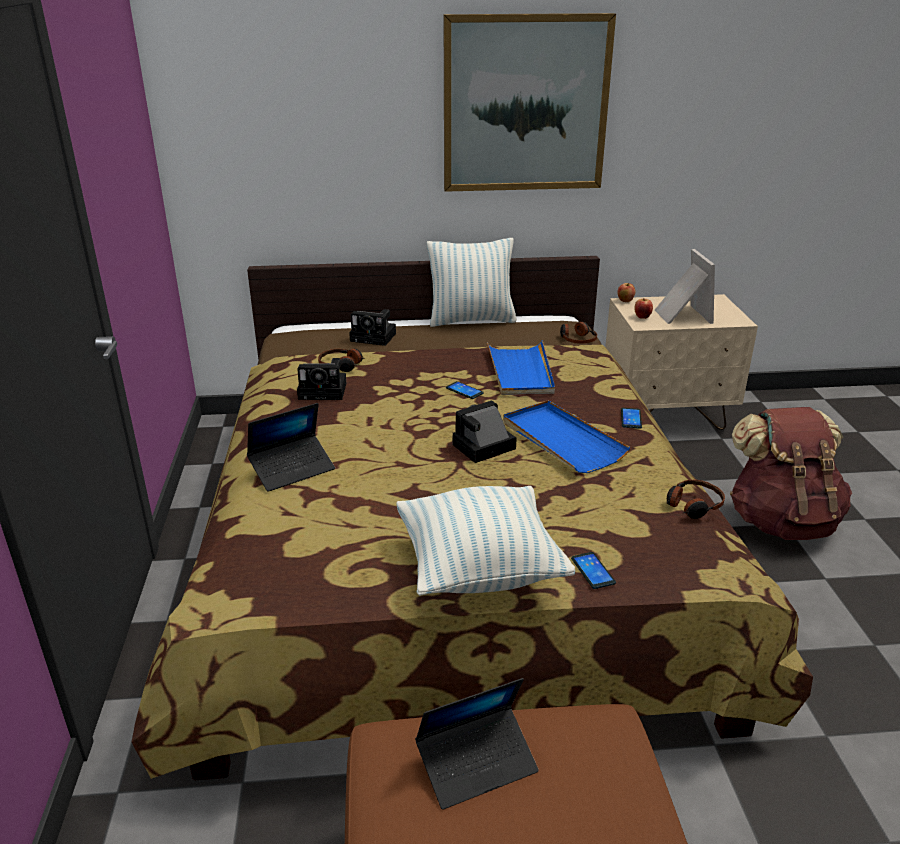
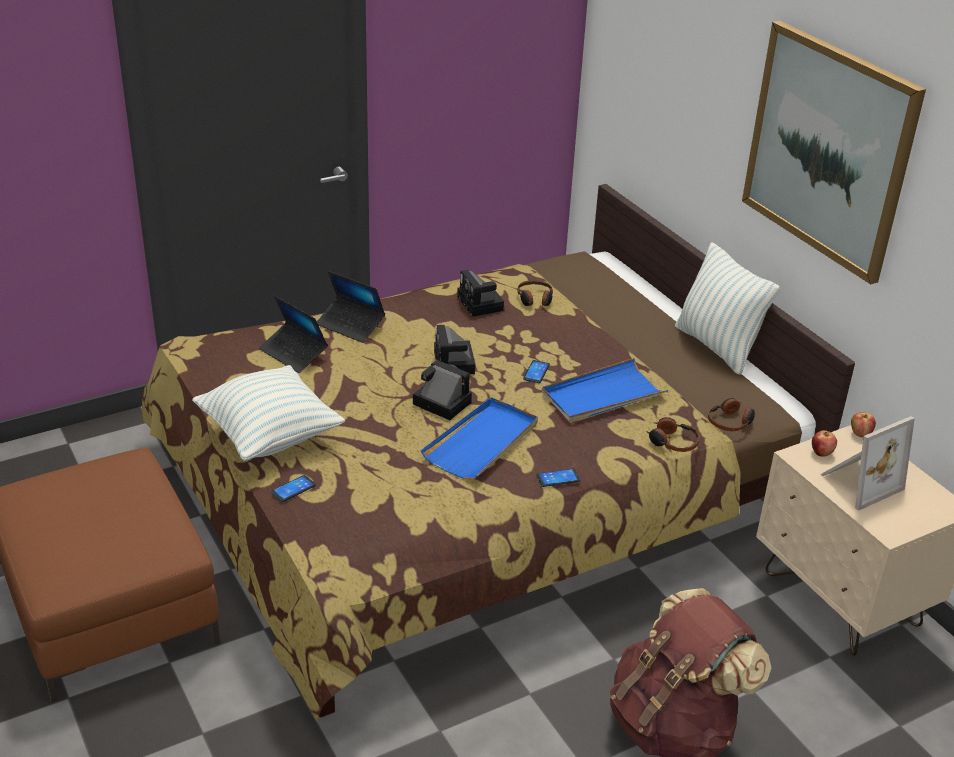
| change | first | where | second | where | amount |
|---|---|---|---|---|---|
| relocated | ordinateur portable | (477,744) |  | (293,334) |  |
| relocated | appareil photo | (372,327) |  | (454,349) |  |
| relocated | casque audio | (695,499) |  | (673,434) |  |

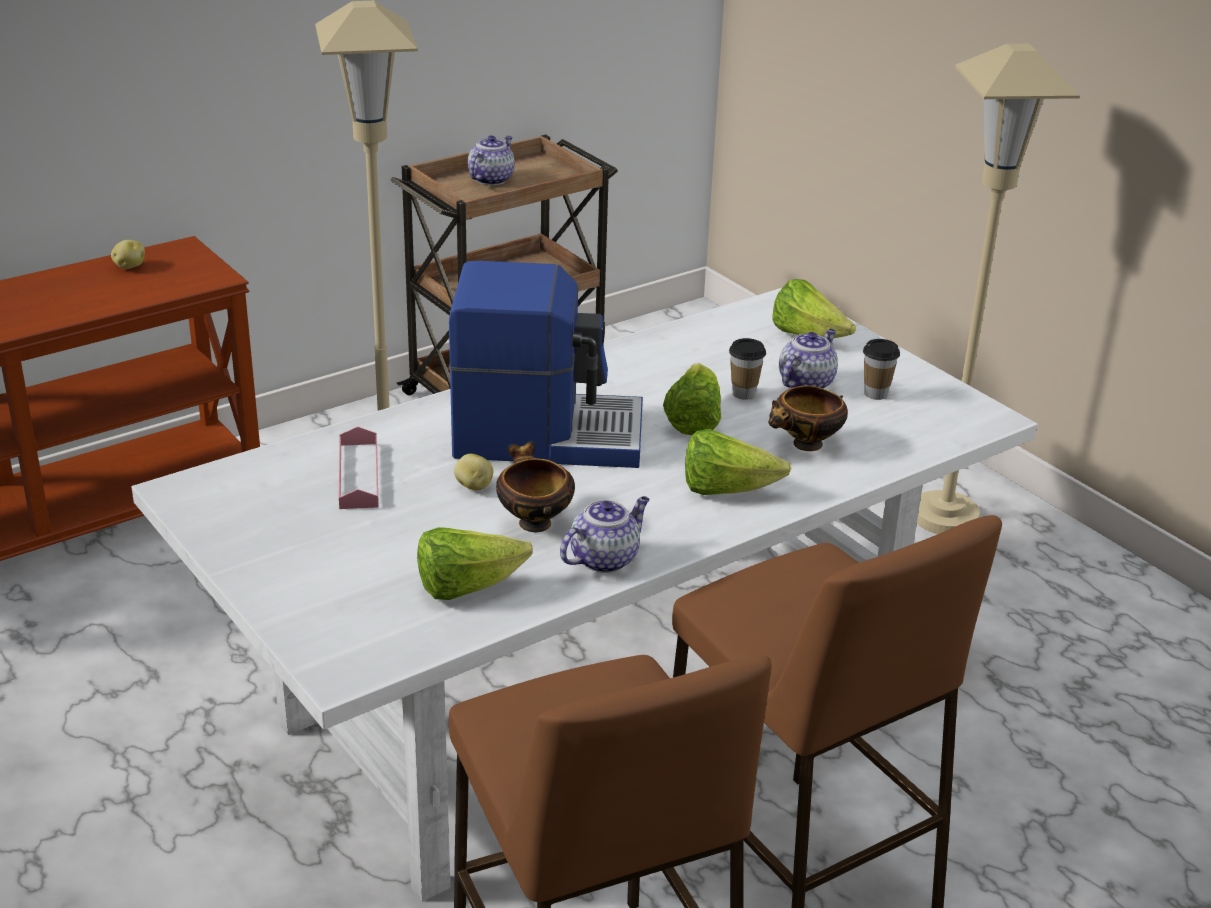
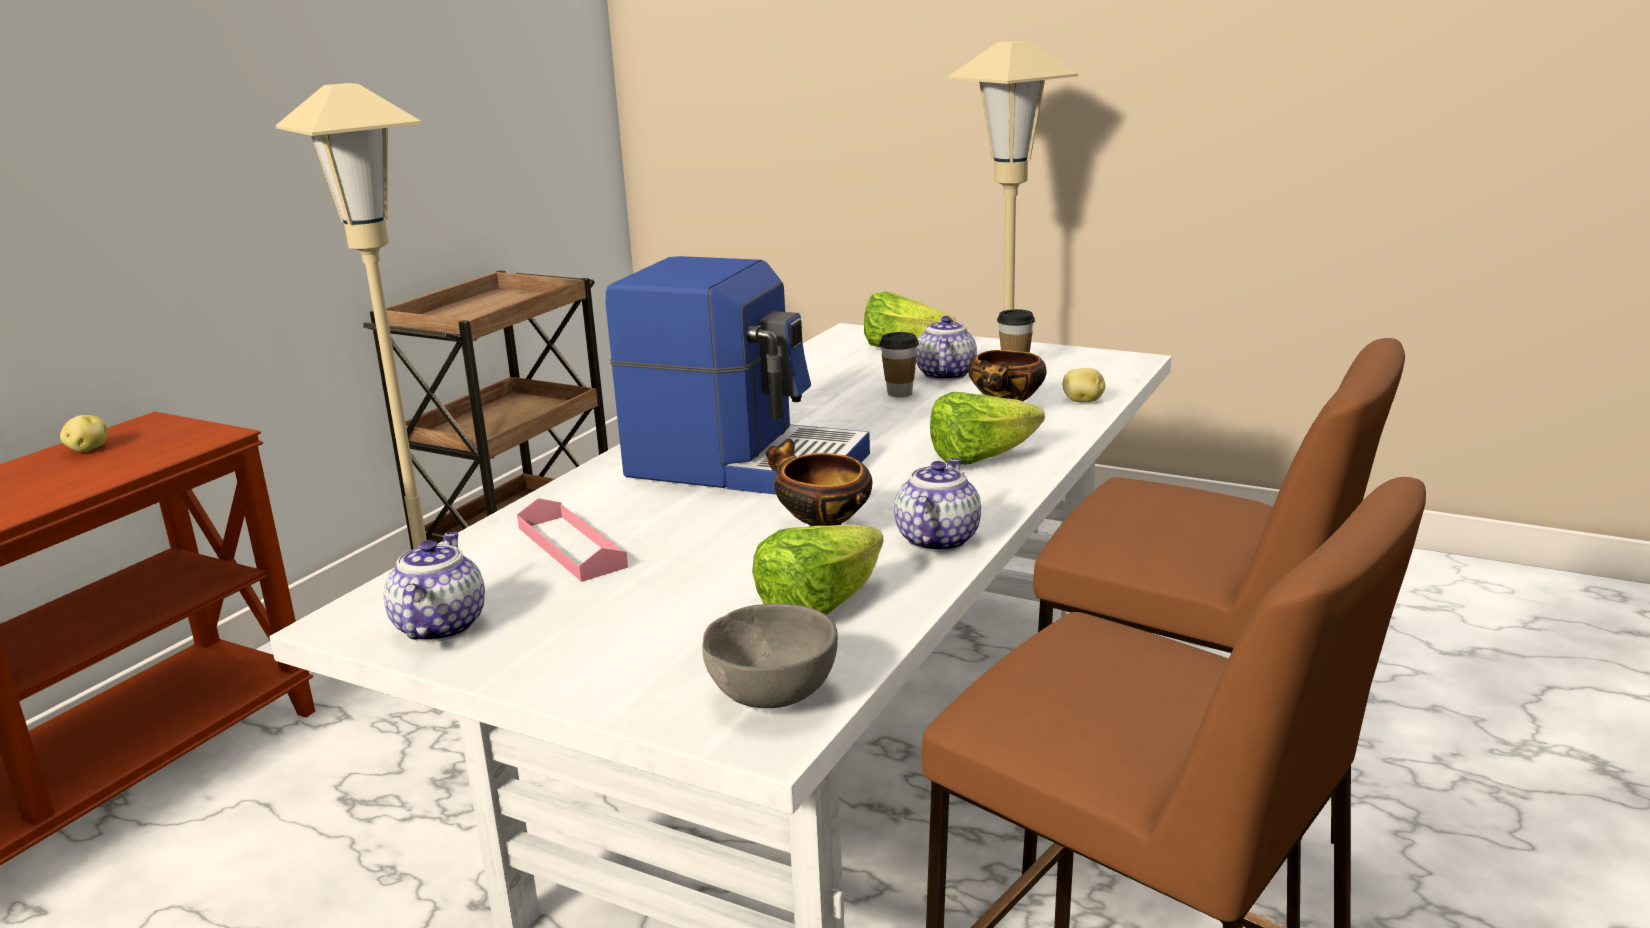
| change | first | where | second | where | amount |
|---|---|---|---|---|---|
| relocated | théière | (491,160) |  | (434,587) |  |
| spun | machine à café | (546,364) |  | (738,375) | 45 degrees clockwise |
| appeared |  |  | bol [gris] | (770,656) |  |
| relocated | pomme de terre | (473,472) |  | (1084,385) |  |
| missing | laitue | (692,399) |  |  |  |

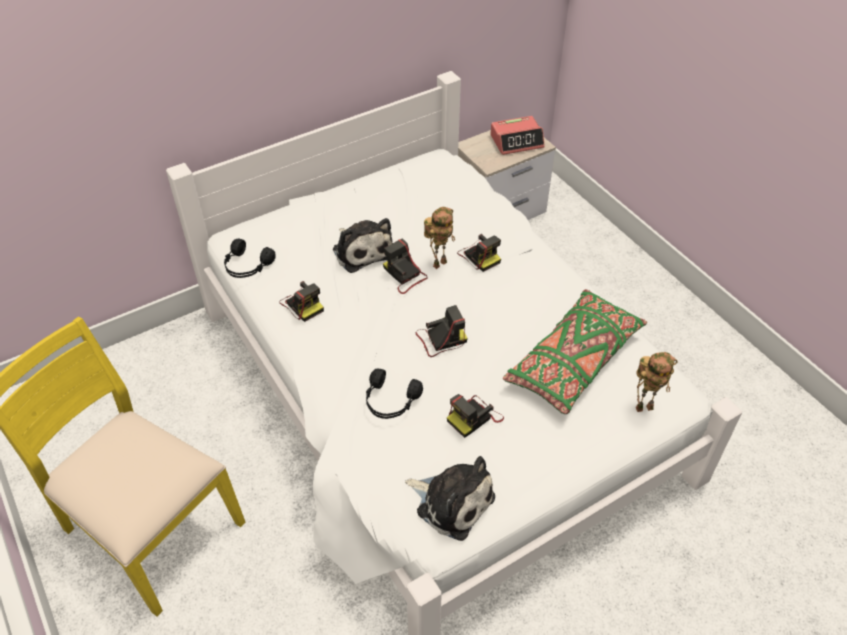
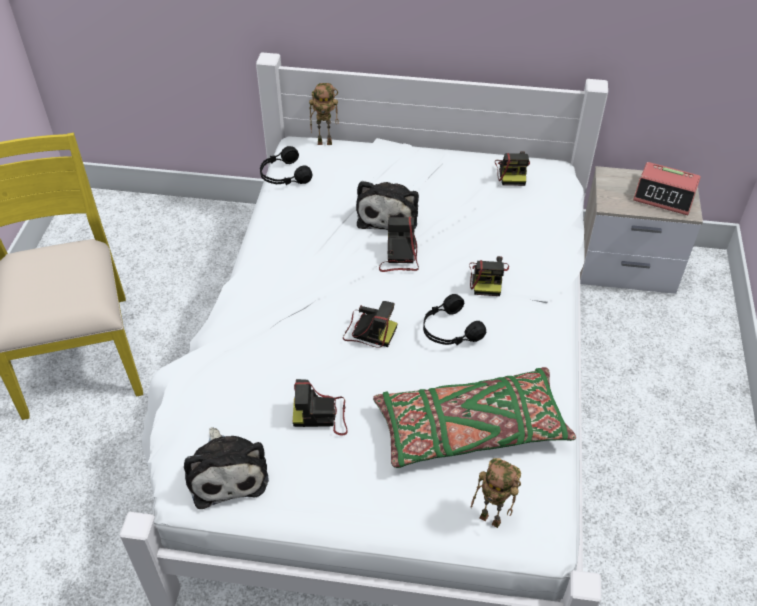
| change | first | where | second | where | amount |
|---|---|---|---|---|---|
| relocated | robot jouet | (439,238) |  | (323,114) |  |
| relocated | casque audio [noir] | (394,393) |  | (454,319) |  |
| relocated | appareil photo | (302,301) |  | (512,168) |  |

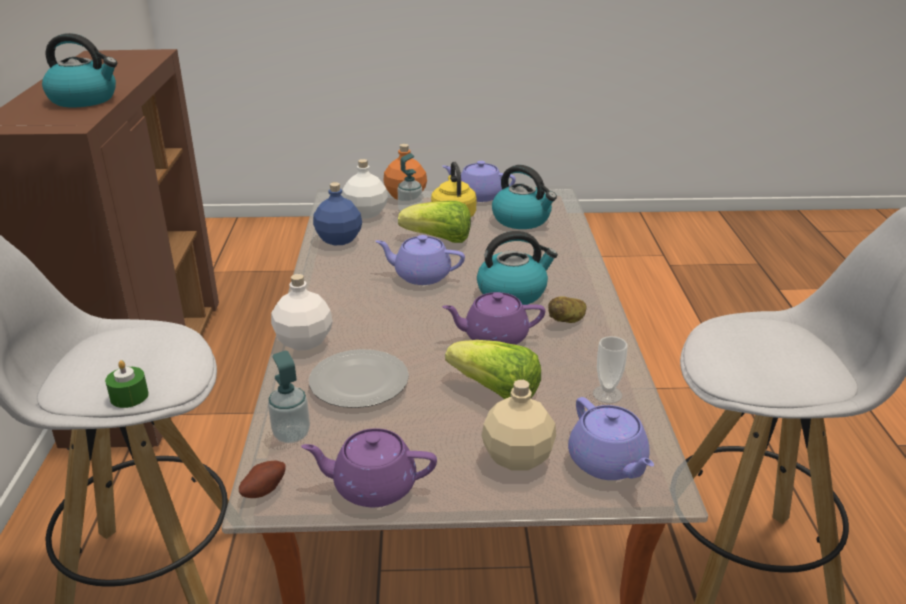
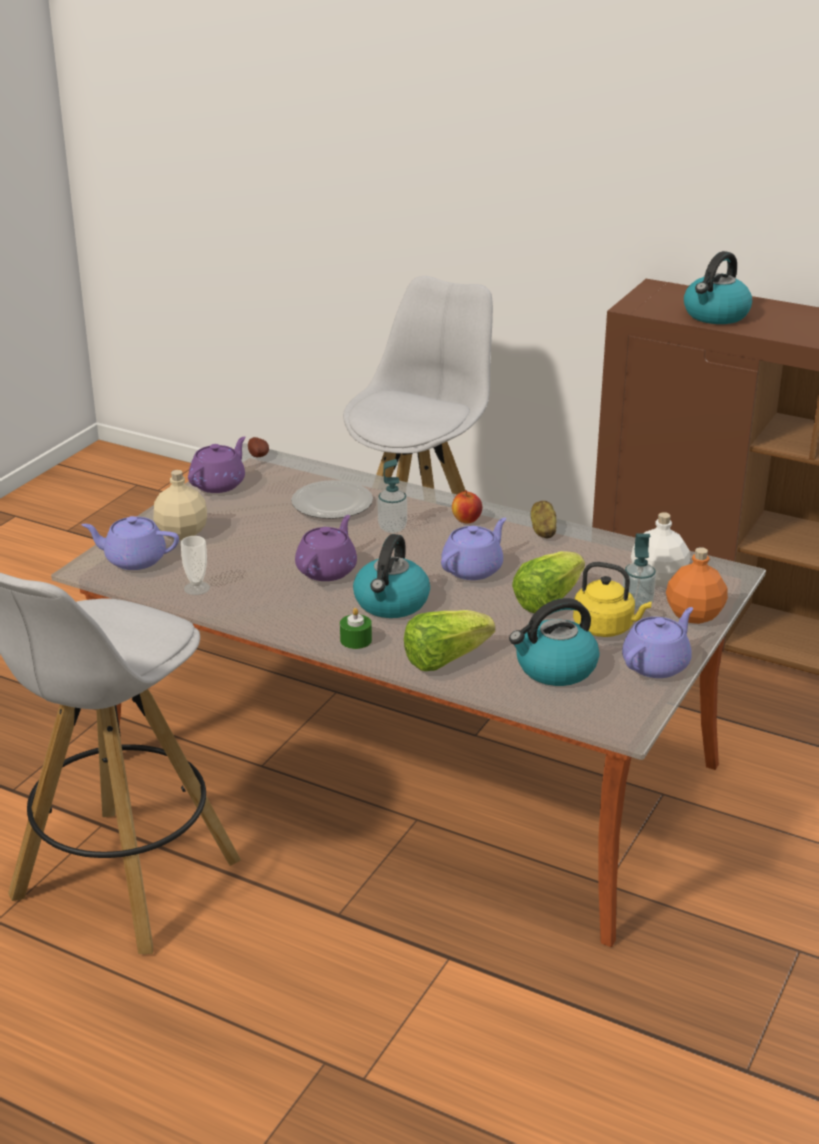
| change | first | where | second | where | amount |
|---|---|---|---|---|---|
| relocated | bougie [vert] | (127,384) |  | (356,628) |  |
| relocated | distributeur de savon | (289,397) |  | (392,496) |  |
| relocated | laitue | (493,369) |  | (449,640) |  |
| appeared |  |  | pomme | (467,507) |  |
| relocated | pomme de terre | (567,309) |  | (543,520) |  |
| missing | bouteille [blanc] | (302,312) |  |  |  |
| missing | bouteille [bleu] | (337,213) |  |  |  |

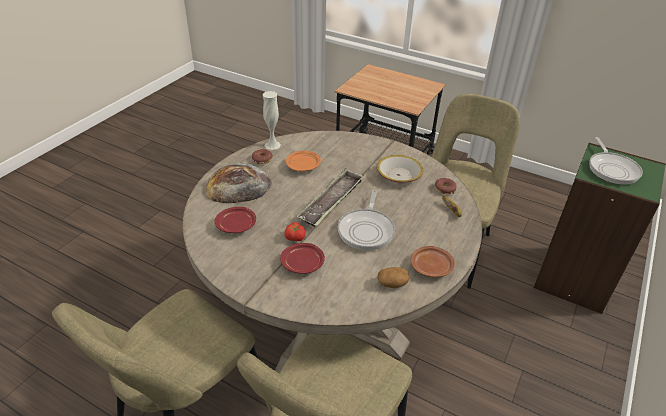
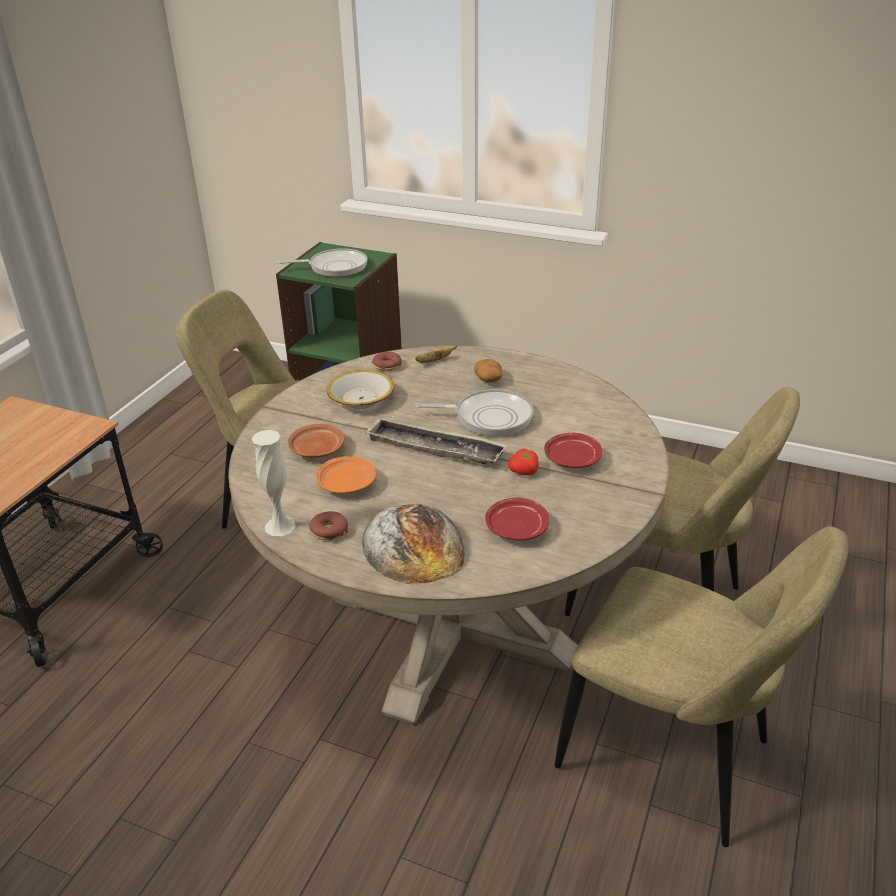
| change | first | where | second | where | amount |
|---|---|---|---|---|---|
| relocated | assiette [marron] | (433,261) |  | (316,441) |  |
| relocated | pomme de terre | (393,277) |  | (488,371) |  |

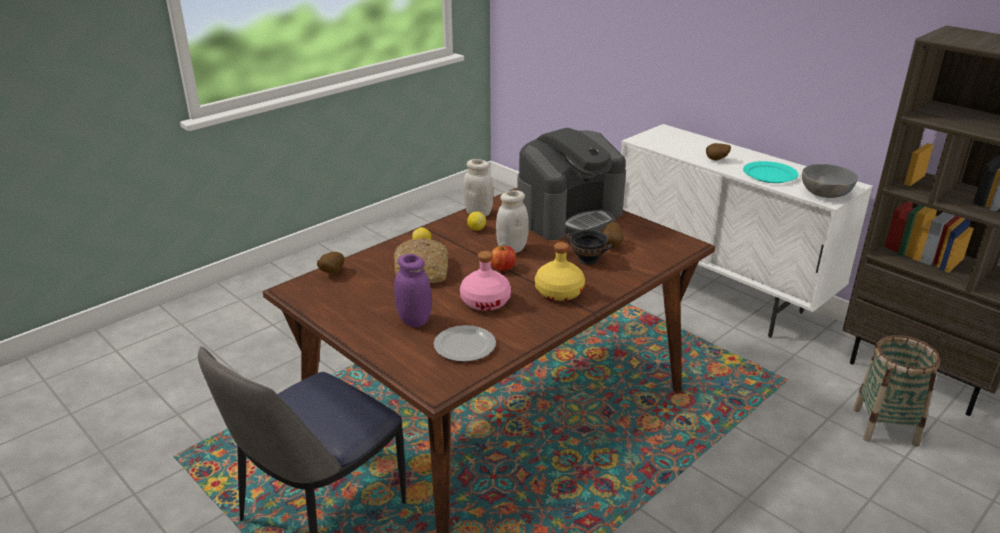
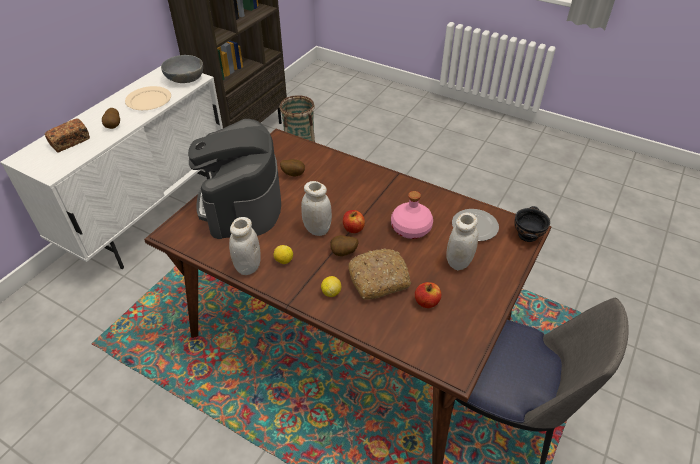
| change | first | where | second | where | amount |
|---|---|---|---|---|---|
| appeared |  |  | pain | (67,135) |  |
| colour | assiette [turquoise] | (770,172) | assiette [beige] | (148,98) |  |
| spun | machine à café | (571,184) |  | (234,179) | 135 degrees counterclockwise |
| relocated | pomme de terre | (330,262) |  | (344,245) |  |
| appeared |  |  | pomme | (428,295) |  |
| colour | bocal [violet] | (413,290) | bocal [blanc] | (462,241) |  |
| relocated | bol [noir] | (589,247) |  | (532,224) |  |
| missing | bouteille [jaune] | (560,271) |  |  |  |

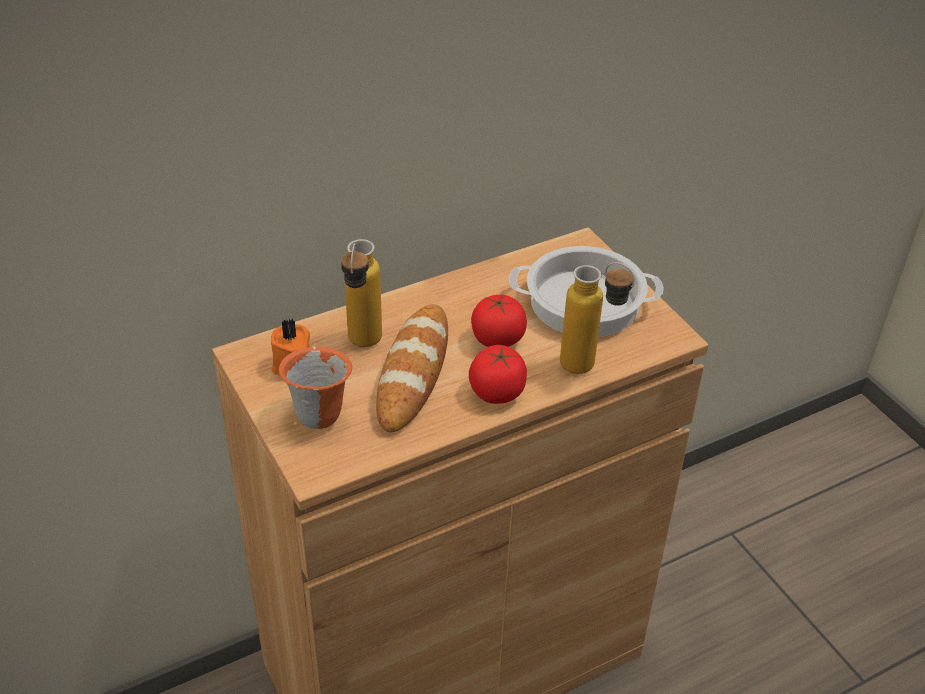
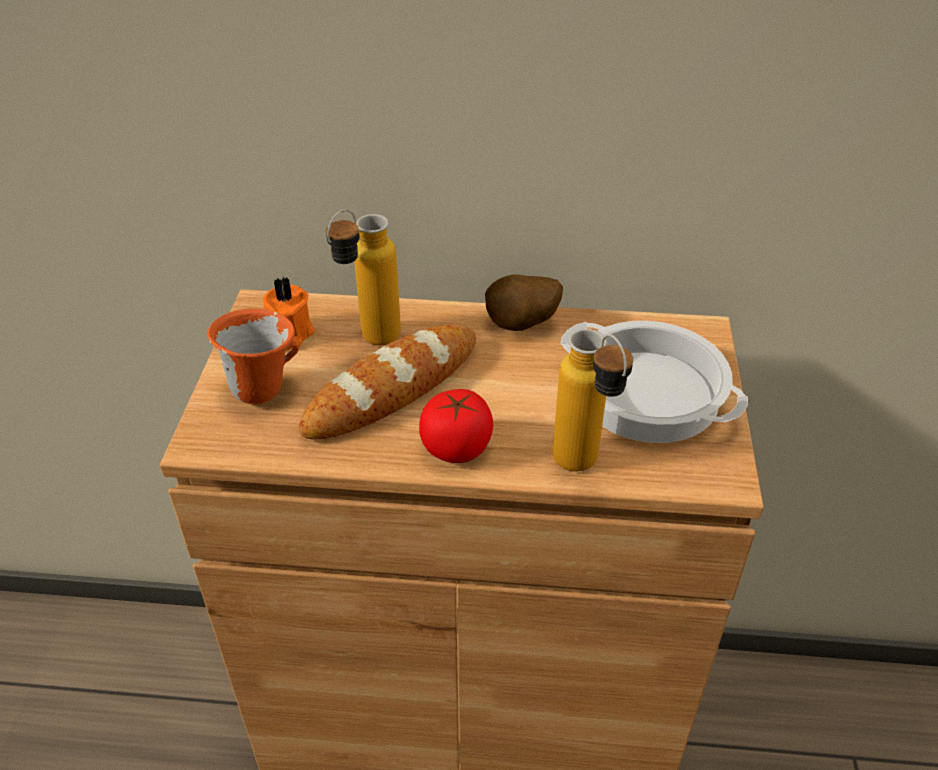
| change | first | where | second | where | amount |
|---|---|---|---|---|---|
| appeared |  |  | pomme de terre | (524,303) |  |
| missing | tomate | (499,320) |  |  |  |

